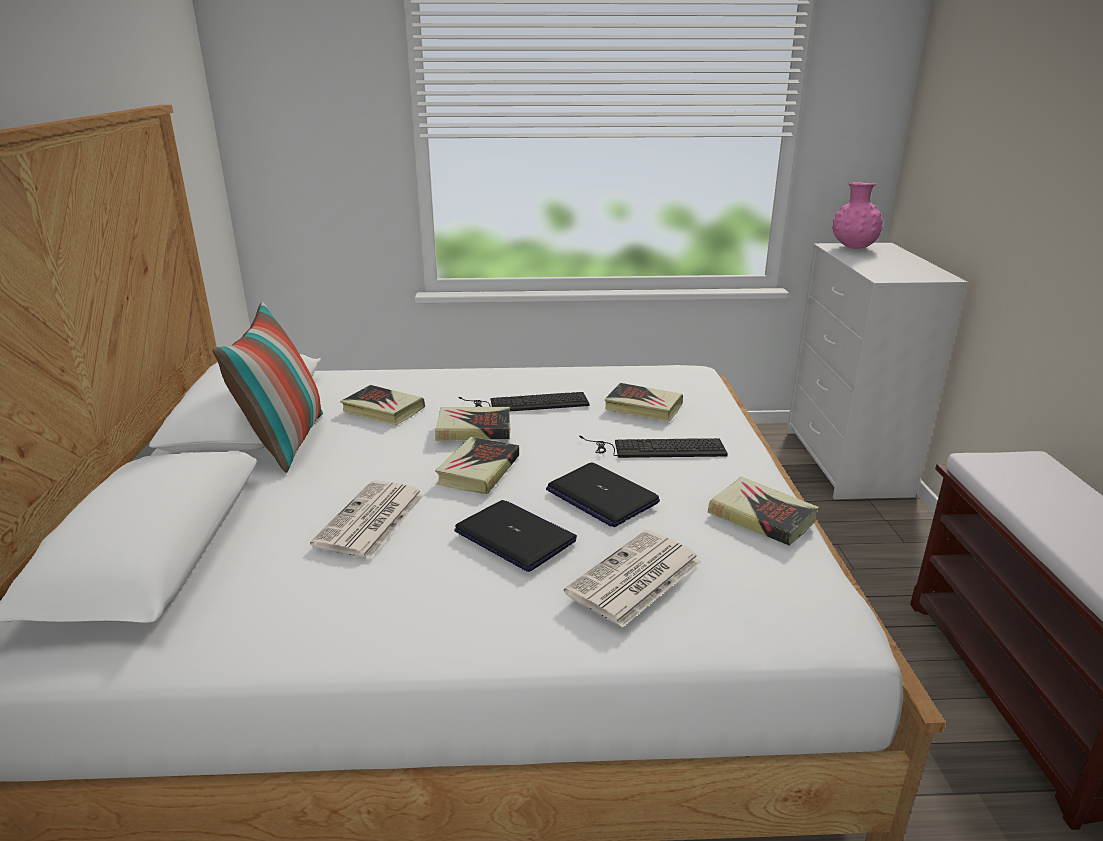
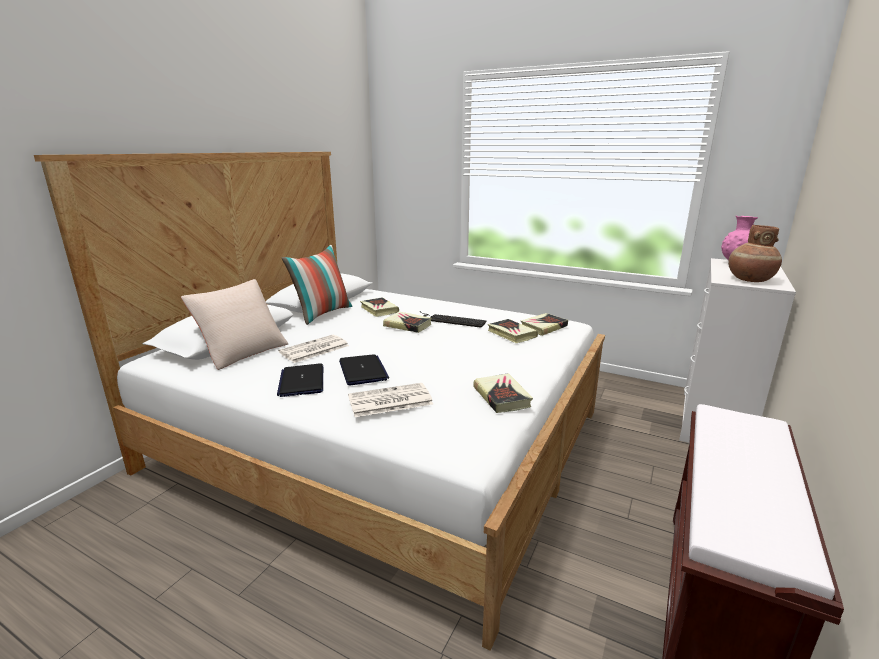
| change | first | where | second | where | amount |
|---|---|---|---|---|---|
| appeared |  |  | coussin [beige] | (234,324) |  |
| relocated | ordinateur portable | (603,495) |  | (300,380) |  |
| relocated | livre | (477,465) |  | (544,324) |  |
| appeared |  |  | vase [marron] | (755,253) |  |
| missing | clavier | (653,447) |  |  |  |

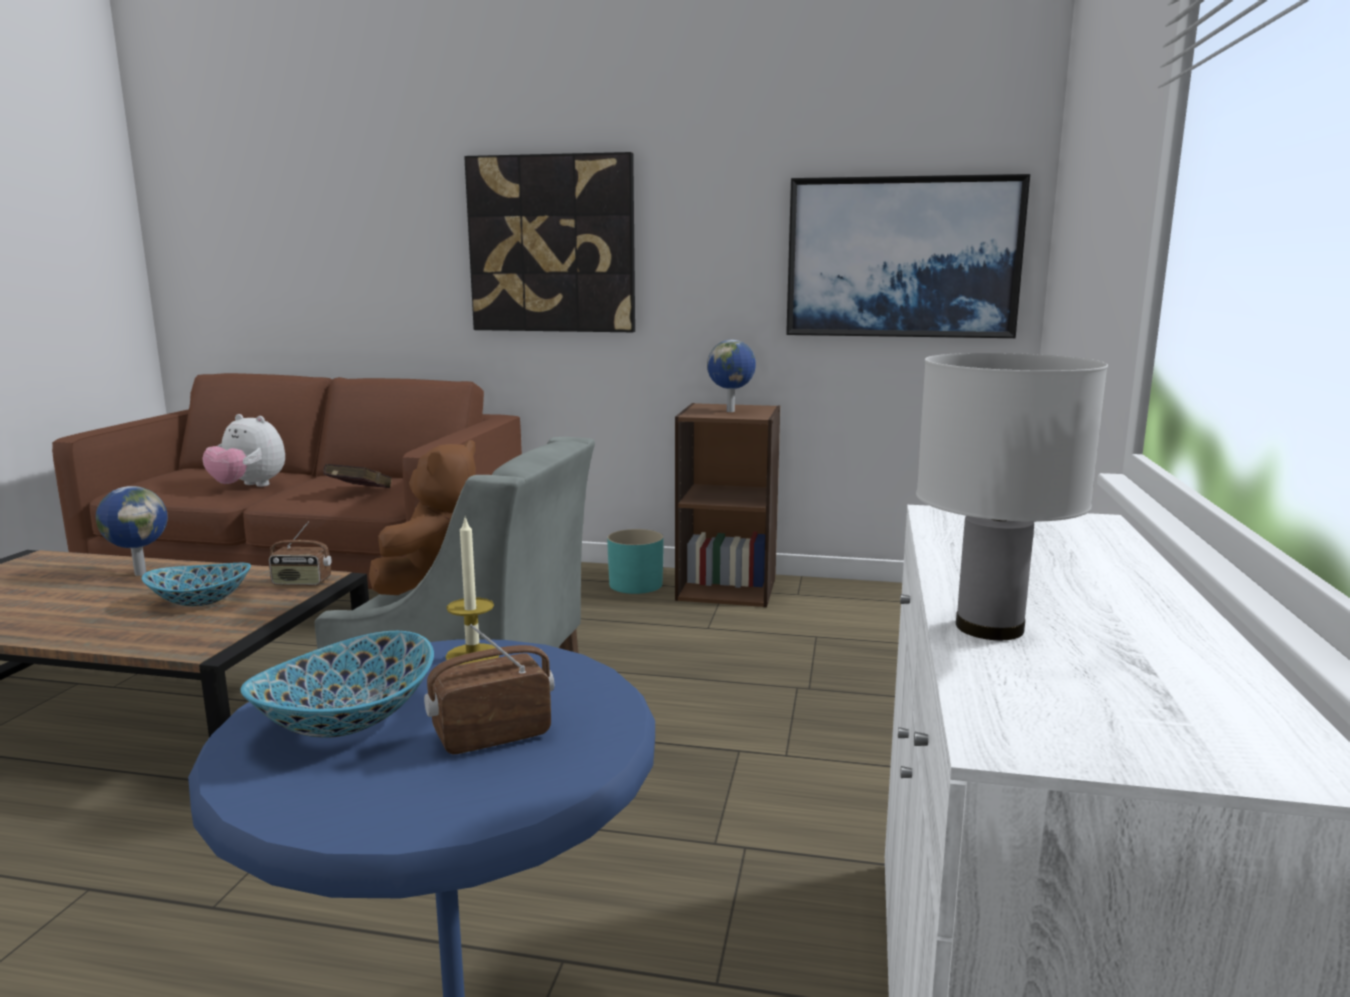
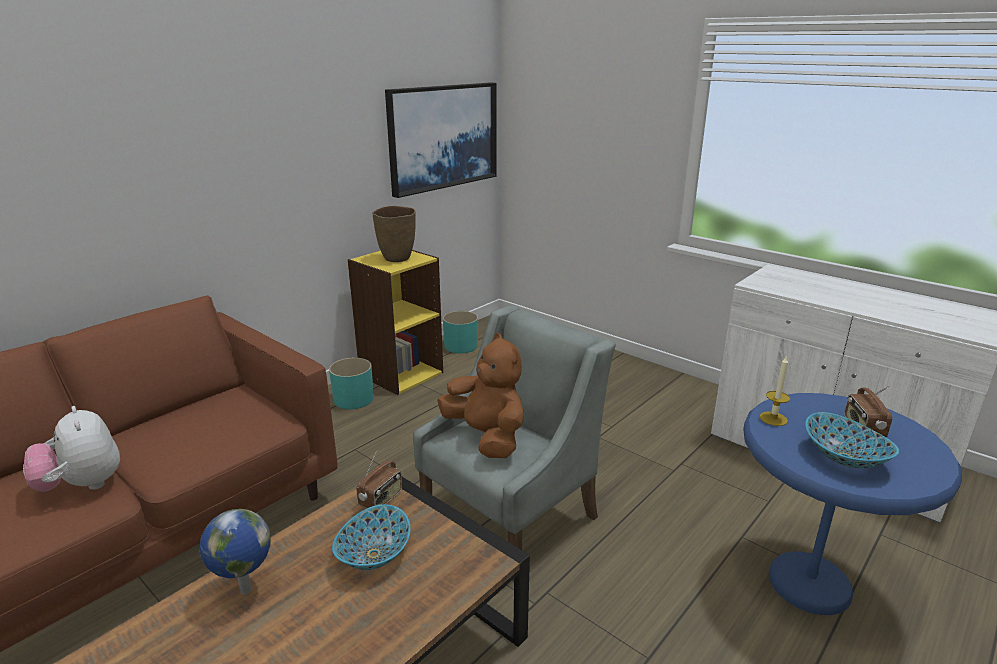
| change | first | where | second | where | amount |
|---|---|---|---|---|---|
| spun | peluche | (243,450) |  | (71,449) | 90 degrees clockwise |
| colour | bibliothèque [marron] | (727,505) | bibliothèque [jaune] | (395,322) |  |
| exchanged | globe | (731,376) | vase [marron] | (394,234) |  |
| appeared |  |  | cache-pot [turquoise] | (460,332) |  |
| missing | livre [rouge] | (357,476) |  |  |  |
| missing | tableau | (549,242) |  |  |  |
| missing | lampe de table [blanc] | (1012,496) |  |  |  |

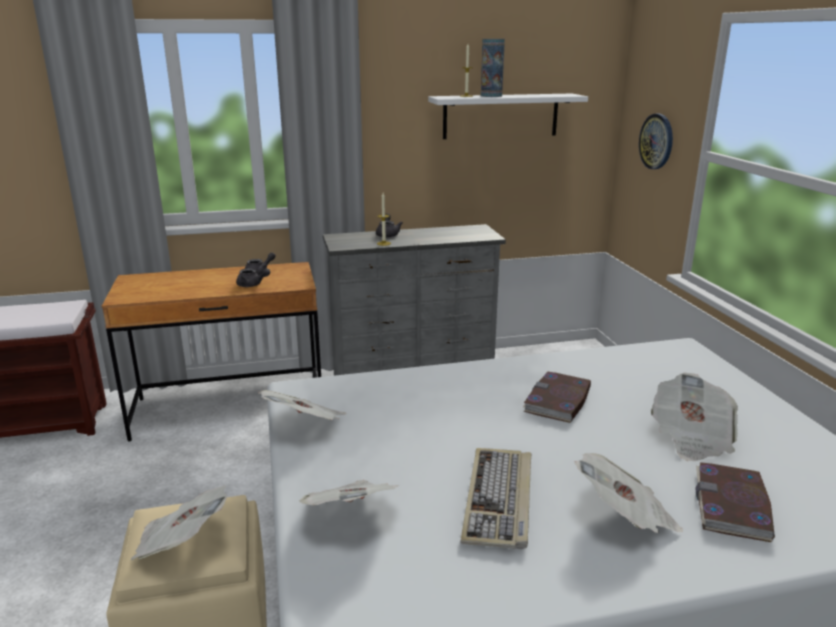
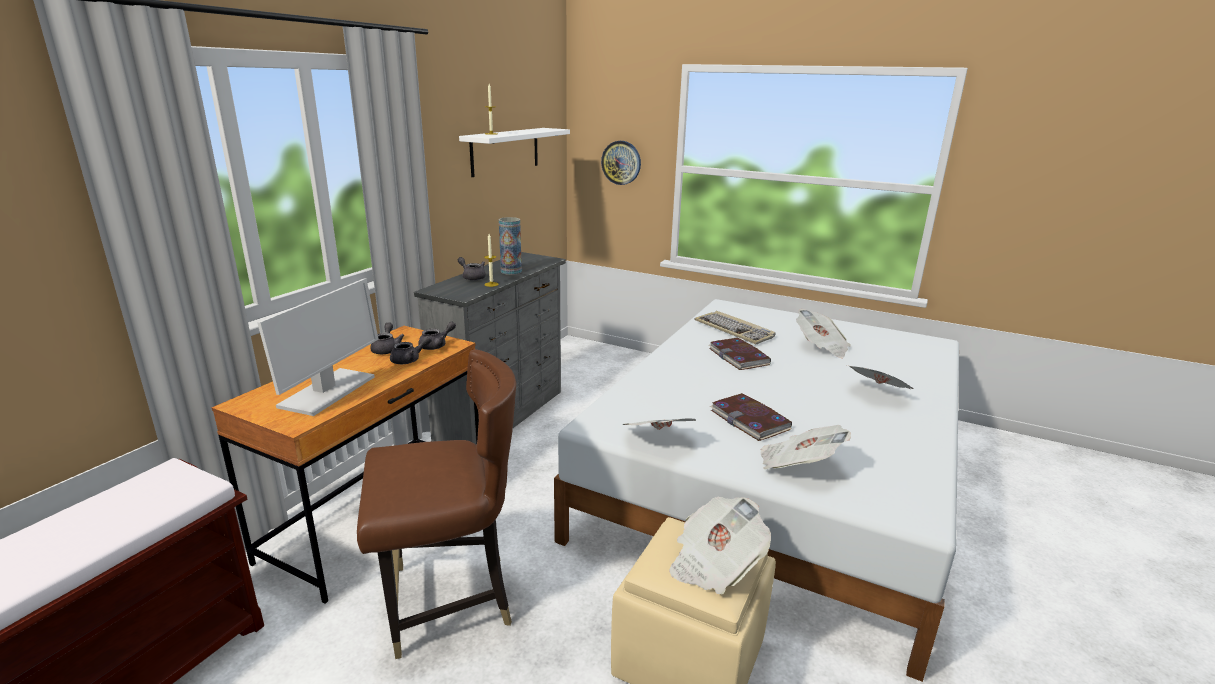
| change | first | where | second | where | amount |
|---|---|---|---|---|---|
| appeared |  |  | écran d'ordinateur | (318,347) |  |
| appeared |  |  | chaise [marron] | (436,504) |  |
| appeared |  |  | théière [gris] | (437,335) |  |
| relocated | vase | (493,68) |  | (510,246) |  |
| relocated | clavier | (496,498) |  | (735,327) |  |
| relocated | livre | (735,502) |  | (751,417) |  |

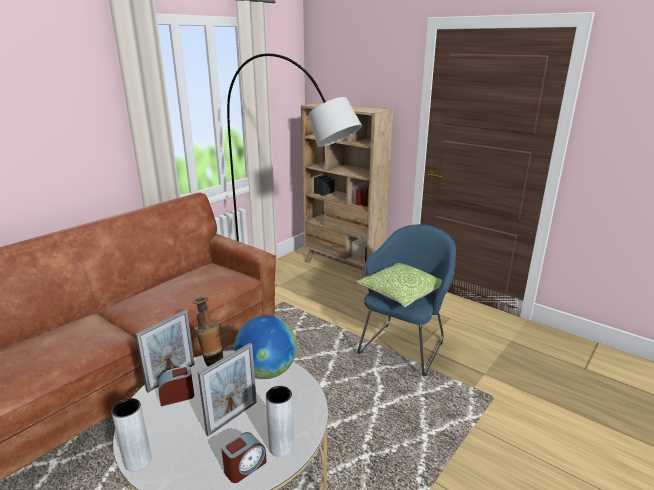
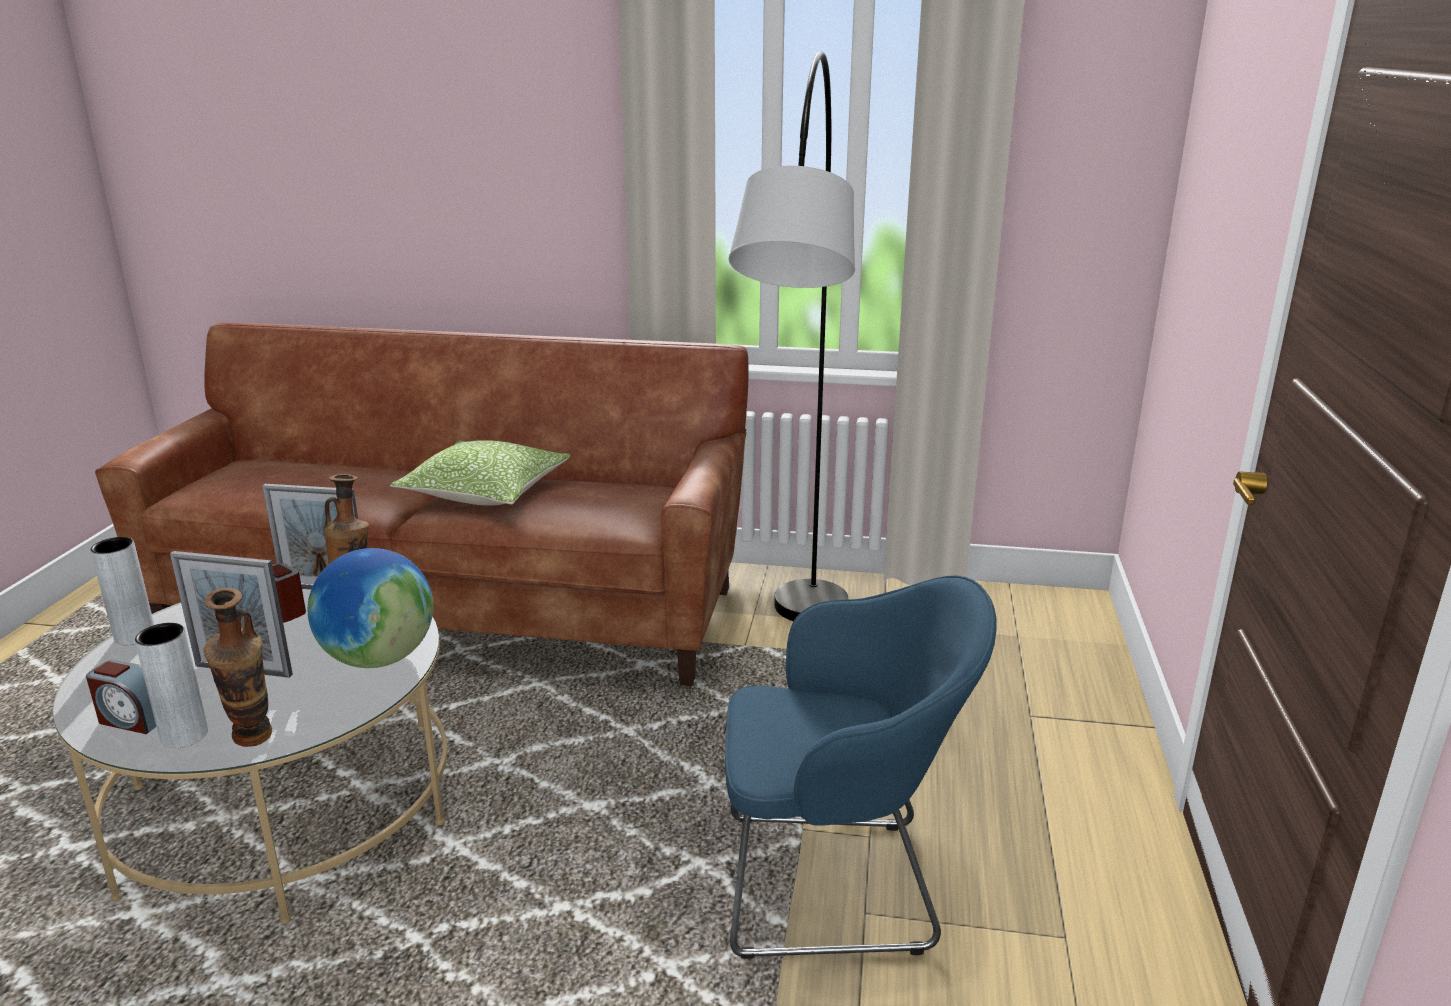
| change | first | where | second | where | amount |
|---|---|---|---|---|---|
| appeared |  |  | vase | (238,667) |  |
| relocated | coussin | (399,285) |  | (480,473) |  |
| missing | bibliothèque [beige] | (347,190) |  |  |  |

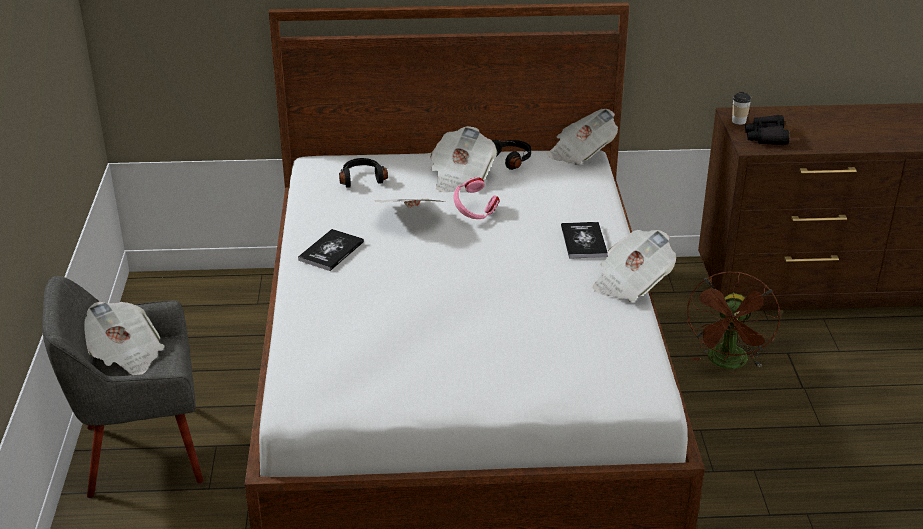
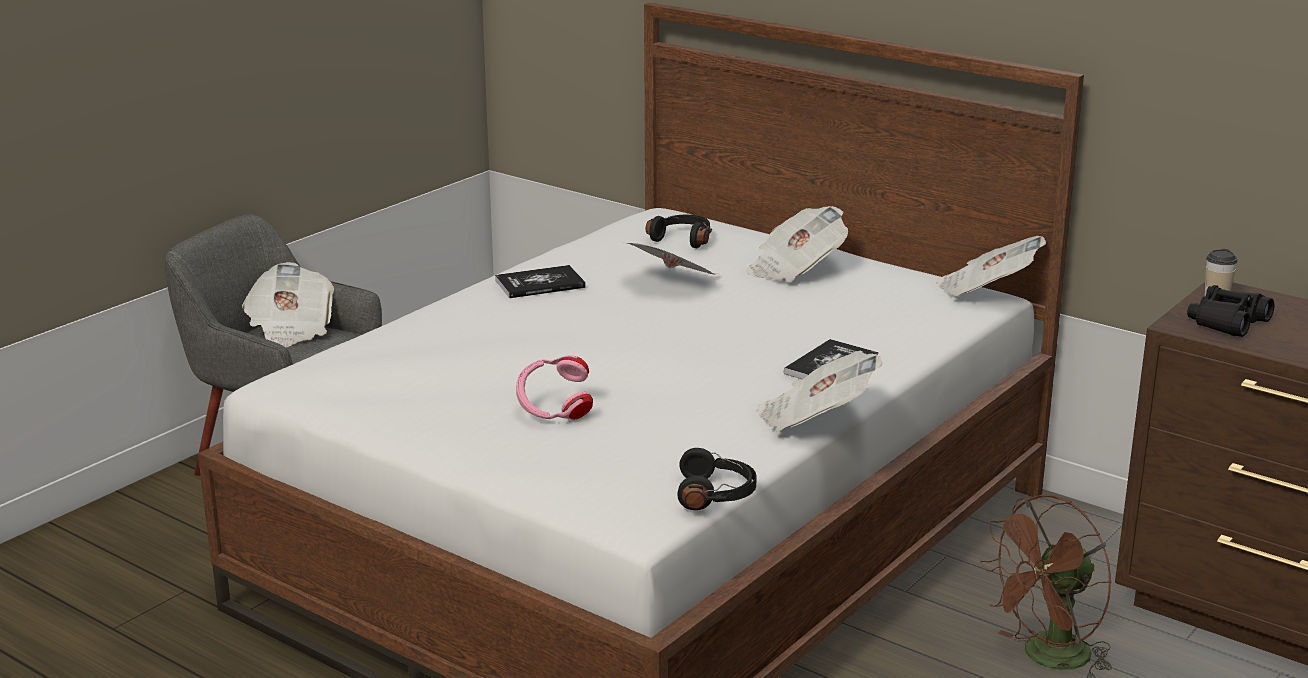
| change | first | where | second | where | amount |
|---|---|---|---|---|---|
| relocated | casque audio [rose] | (476,198) |  | (554,387) |  |
| relocated | casque audio [noir] | (511,155) |  | (717,479) |  |

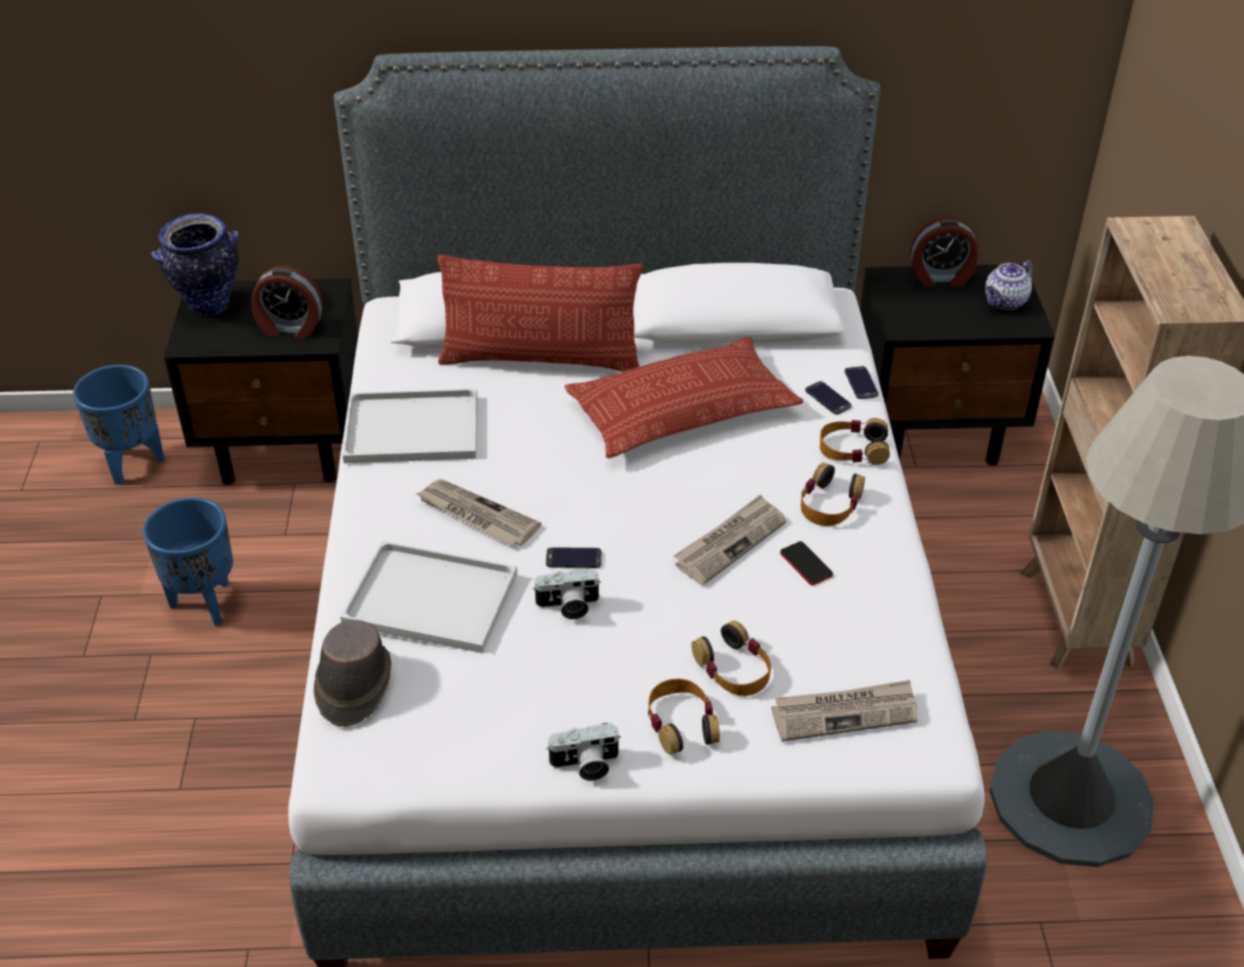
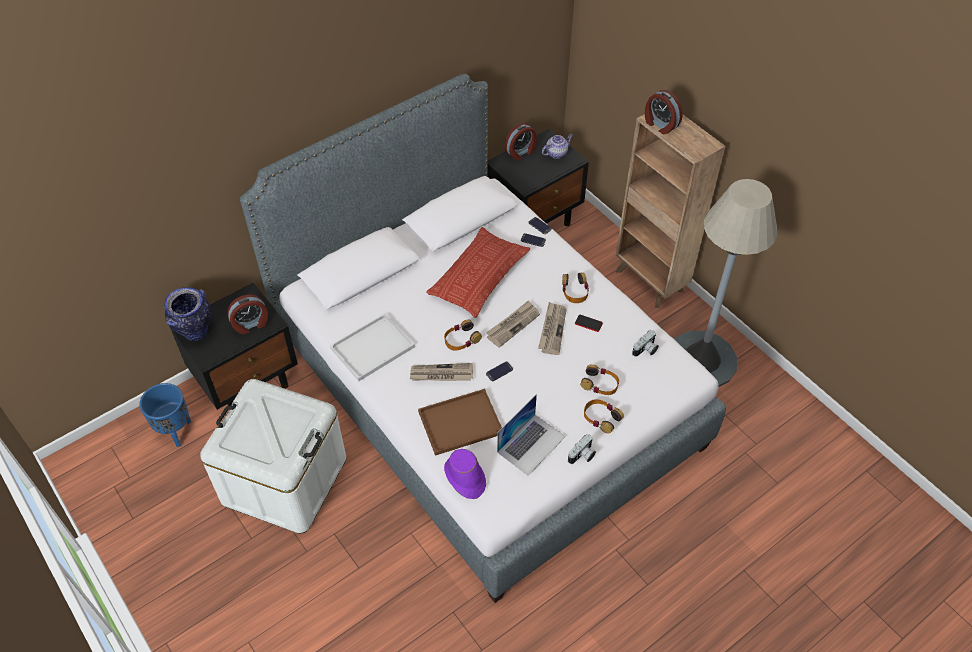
| change | first | where | second | where | amount |
|---|---|---|---|---|---|
| exchanged | cache-pot [bleu] | (188,561) | boîte de rangement [blanc] | (273,456) |  |
| colour | plateau [blanc] | (428,597) | plateau [marron] | (460,422) |  |
| relocated | casque audio | (855,441) |  | (463,335) |  |
| colour | chapeau [marron] | (352,673) | chapeau [violet] | (465,474) |  |
| relocated | journal | (844,711) |  | (513,324) |  |
| appeared |  |  | ordinateur portable | (531,435) |  |
| spun | théière | (1009,285) |  | (557,146) | 135 degrees counterclockwise |
| relocated | appareil photo | (566,593) |  | (645,343) |  |
| appeared |  |  | réveil | (663,112) |  |
| missing | coussin | (540,313) |  |  |  |

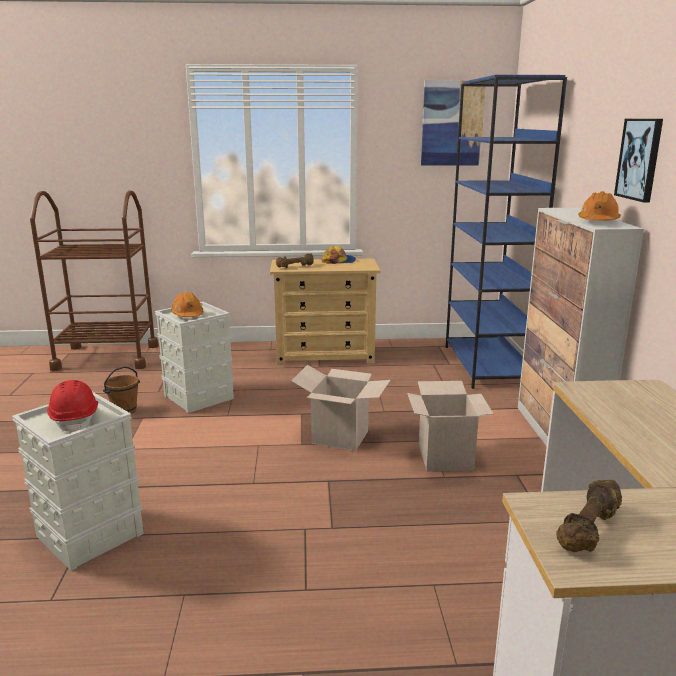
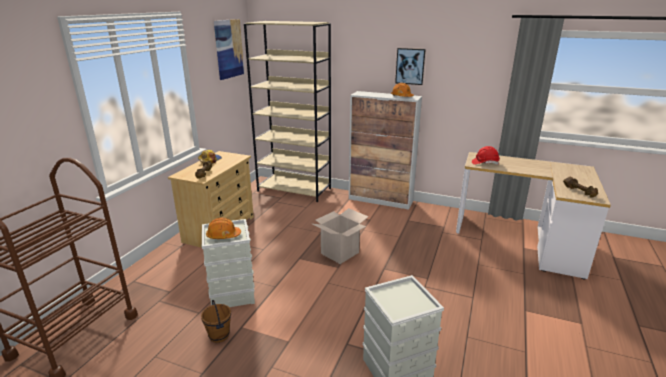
| change | first | where | second | where | amount |
|---|---|---|---|---|---|
| colour | bibliothèque [bleu] | (506,232) | bibliothèque [beige] | (287,111) |  |
| relocated | casque de chantier [rouge] | (72,405) |  | (486,155) |  |
| missing | carton | (450,426) |  |  |  |

